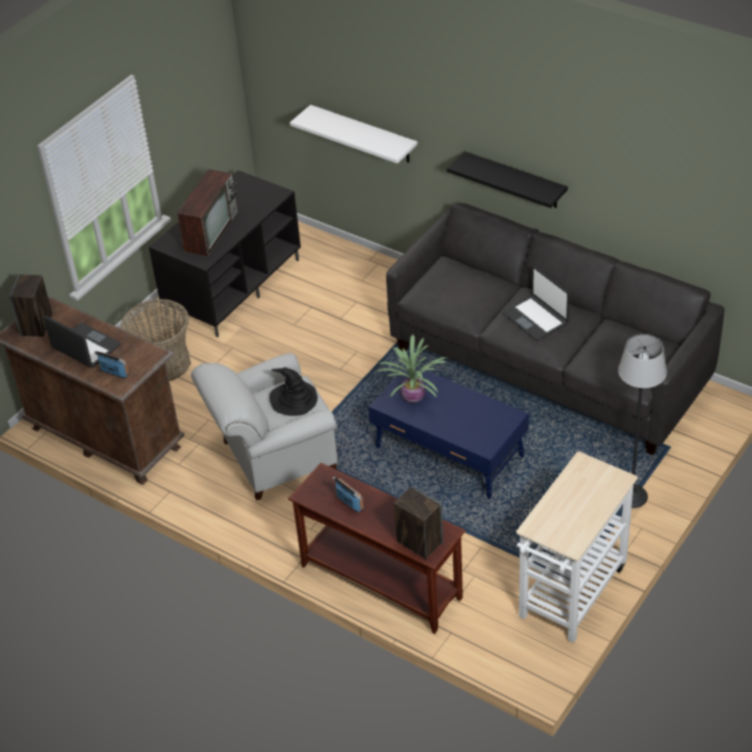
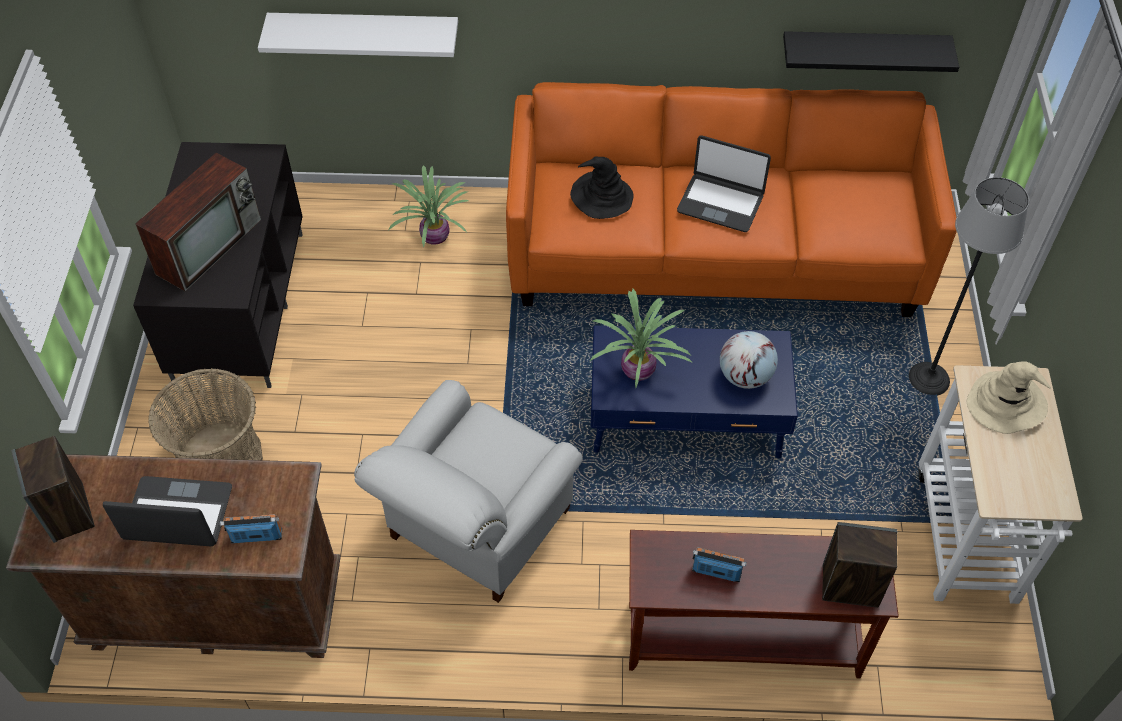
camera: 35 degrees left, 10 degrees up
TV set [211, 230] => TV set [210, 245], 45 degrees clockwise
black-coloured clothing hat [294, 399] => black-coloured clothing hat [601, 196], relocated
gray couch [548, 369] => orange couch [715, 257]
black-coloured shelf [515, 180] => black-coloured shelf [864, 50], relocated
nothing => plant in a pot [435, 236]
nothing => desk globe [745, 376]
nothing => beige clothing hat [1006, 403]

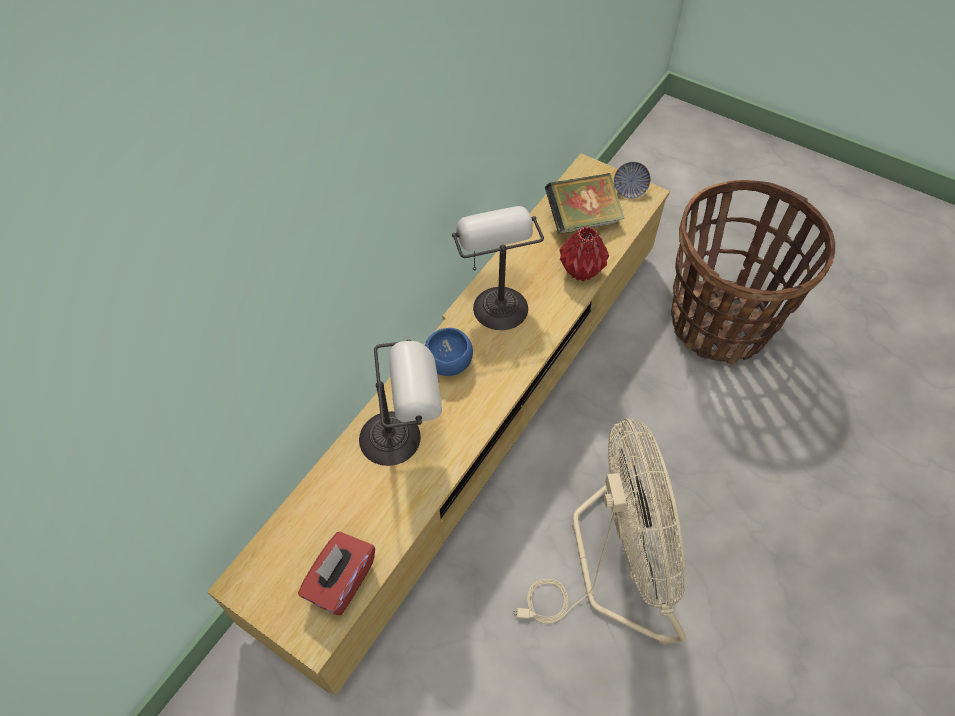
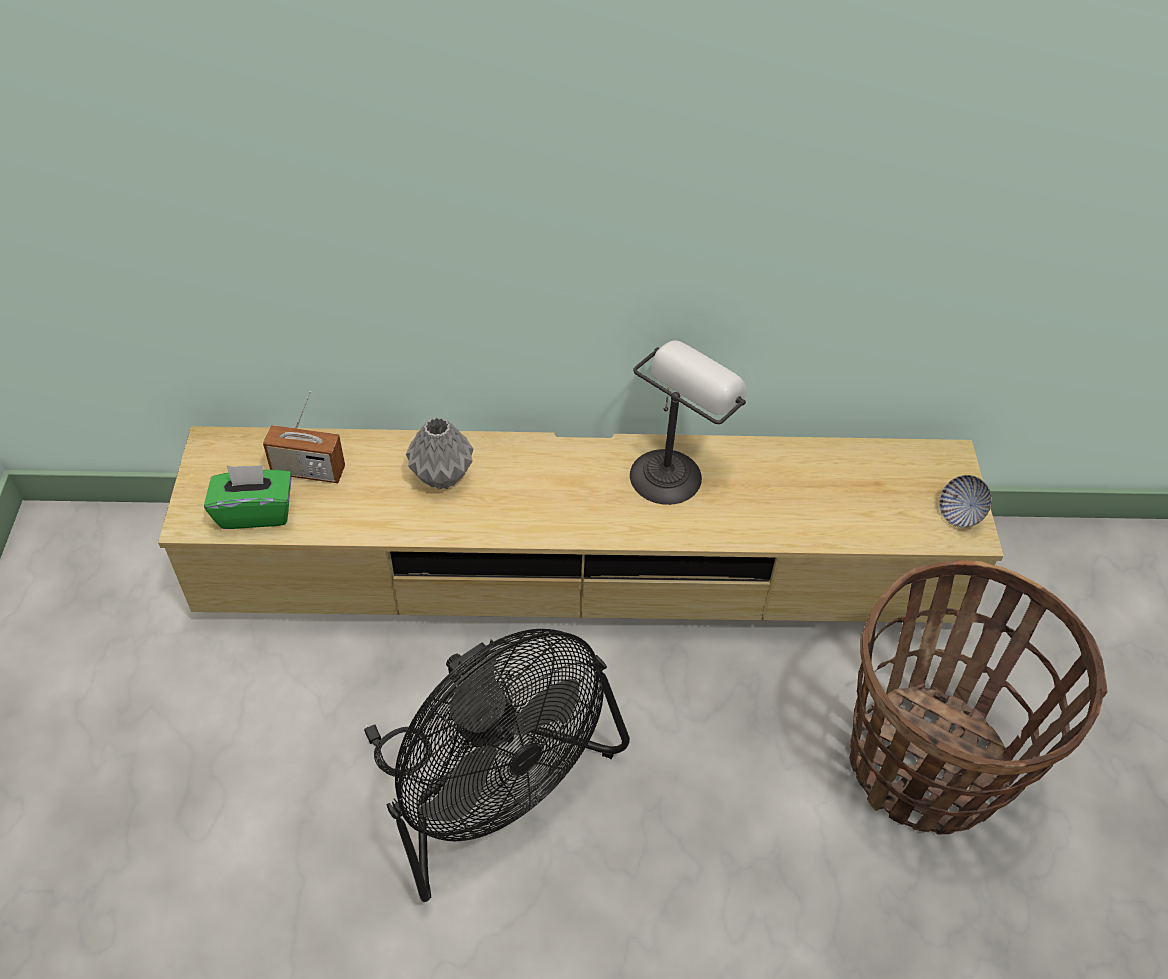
camera: 55 degrees right, 5 degrees down
red tissue box [341, 581] => green tissue box [255, 512]
lamp for a table [403, 434] => gray vase [443, 476]
bluish serving bowl [447, 363] => nothing
beige cooling fan [608, 564] => black-coloured cooling fan [485, 792]
bound book [582, 220] => nothing
red vase [580, 272] => nothing
nothing => radio [308, 471]

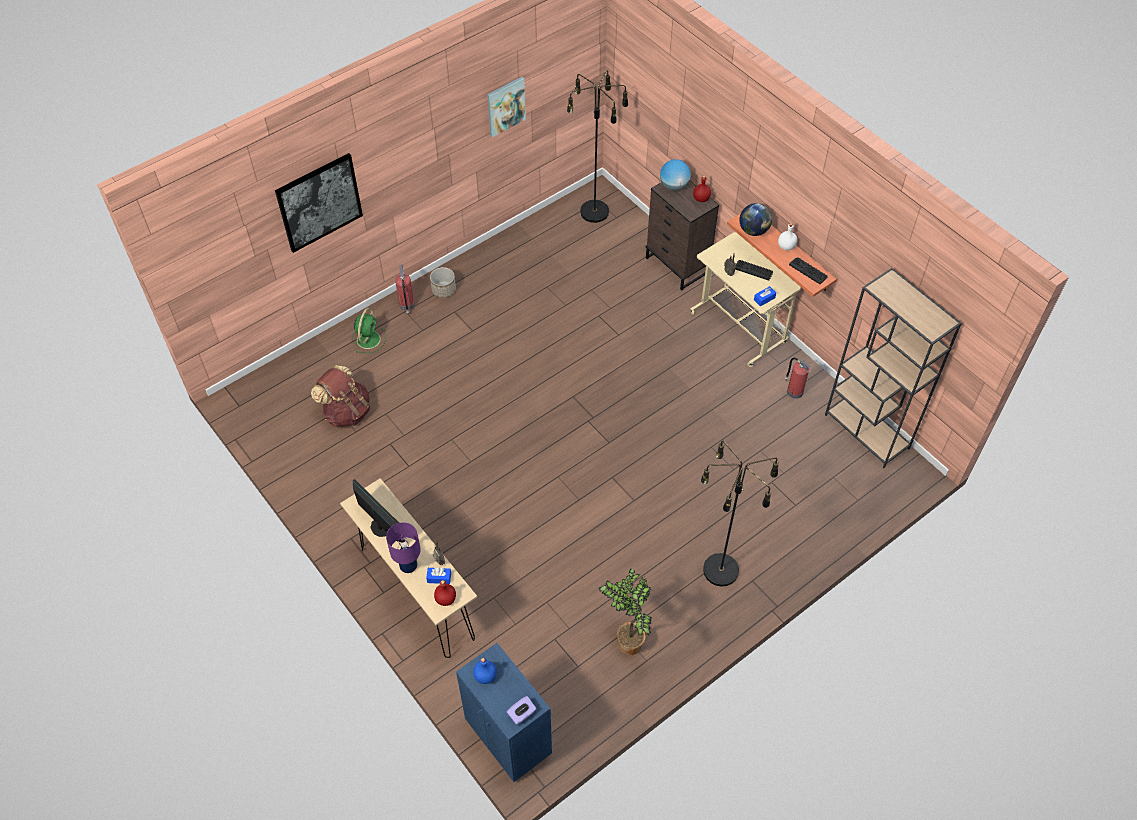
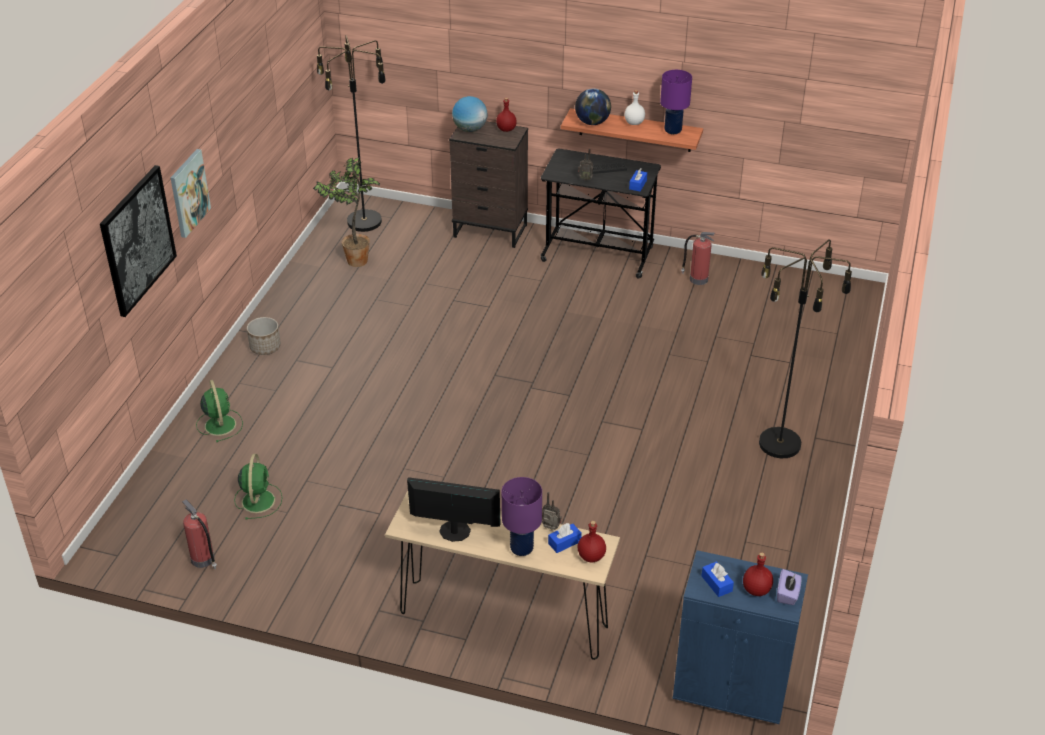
camera: 35 degrees left, 15 degrees down
brown backpack [346, 412] => green cooling fan [258, 500]
fire extinguisher [407, 305] => fire extinguisher [203, 559], relocated
bluish beverage bottle [485, 676] => bluish tissue box [716, 583]
wall art [505, 106] => wall art [189, 193], relocated
plant in a pot [627, 642] => plant in a pot [354, 260], relocated
beige desk table [738, 328] => black-coloured desk table [598, 254]
keyboard [808, 270] => purplish lamp for a table [672, 131]
shelving unit [867, 431] => nothing
nothing => red beverage bottle [756, 589]

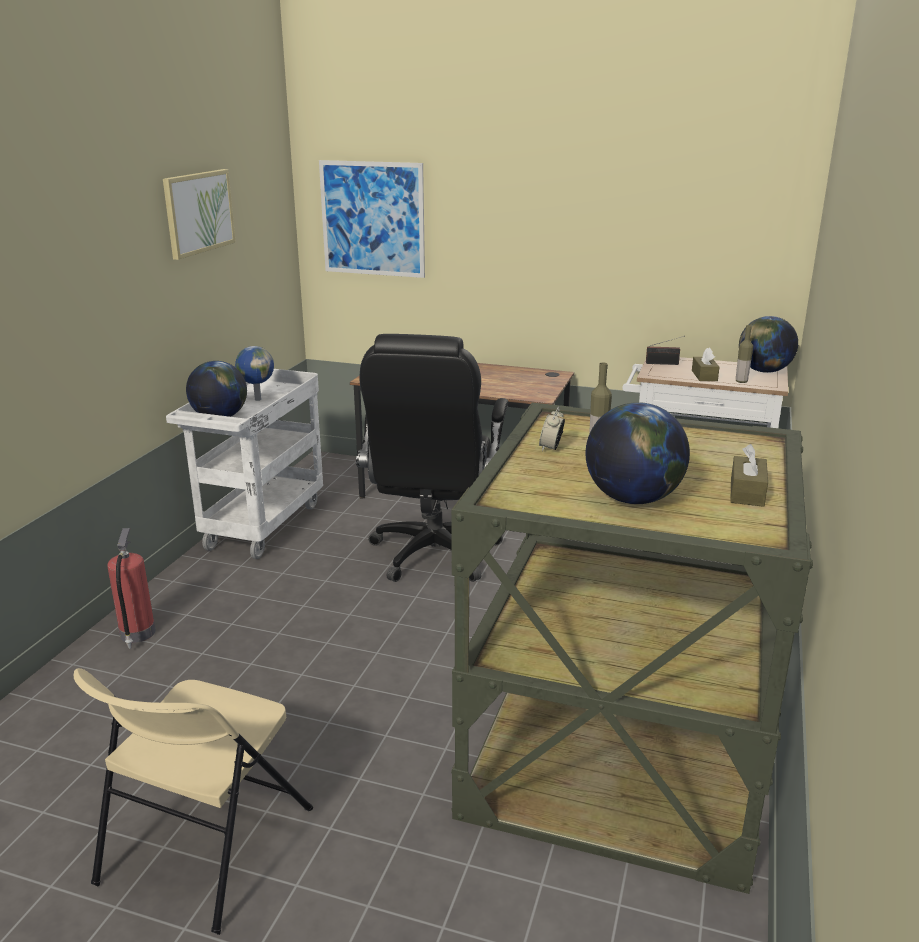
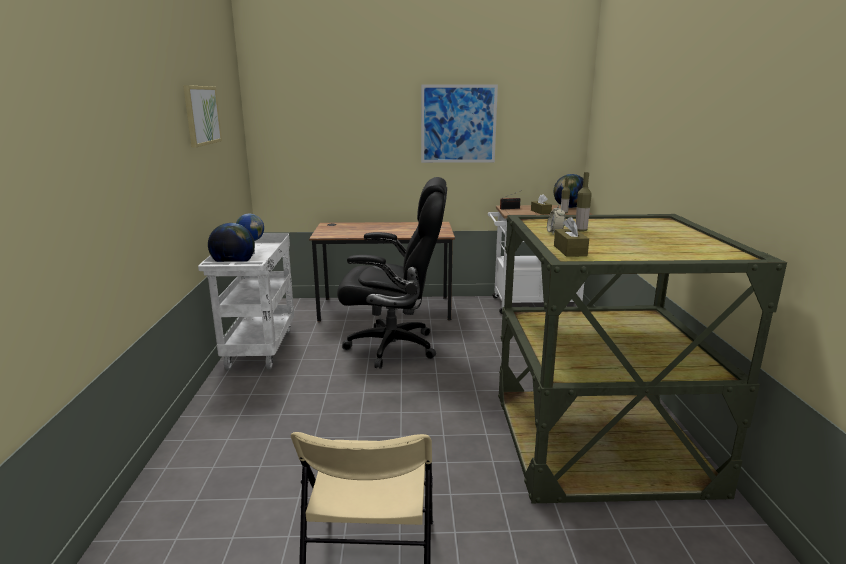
camera: 20 degrees left, 5 degrees down
fire extinguisher [137, 634] => nothing
wall art [372, 219] => wall art [458, 124], relocated
black-coloured desk chair [434, 554] => black-coloured desk chair [394, 347], 75 degrees counterclockwise
desk globe [633, 498] => nothing
brown tissue box [747, 492] => brown tissue box [570, 250], relocated

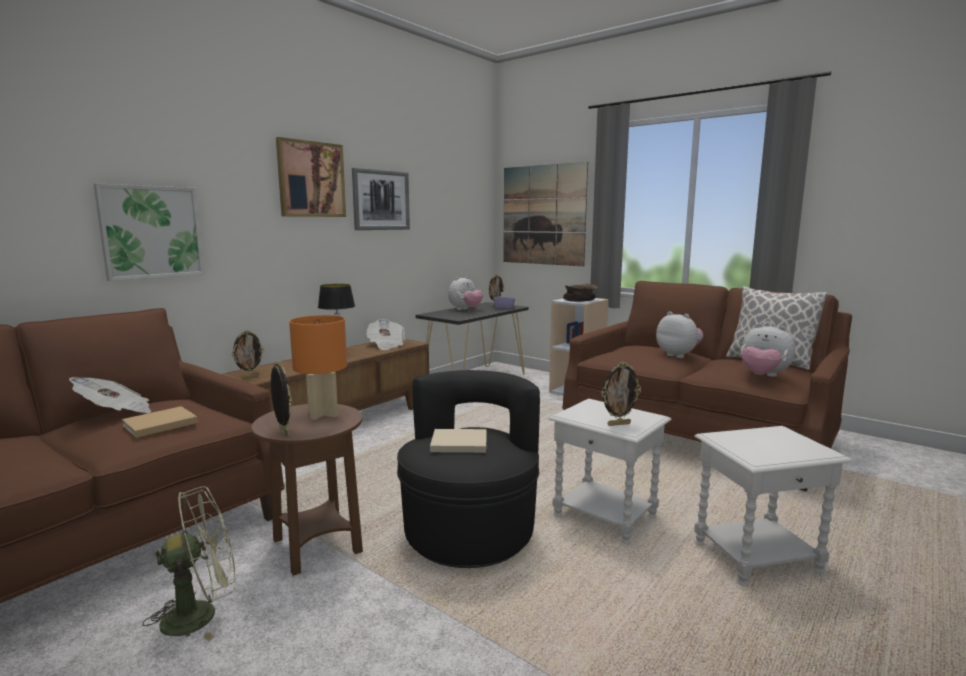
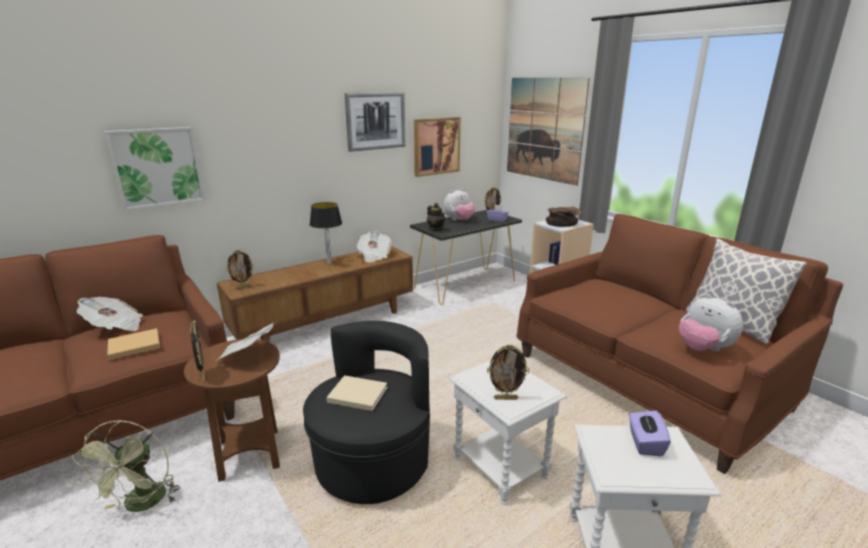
camera: 15 degrees right, 10 degrees up
green cooling fan [201, 614] => green cooling fan [142, 505], 105 degrees clockwise
wall art [311, 179] => wall art [436, 146], relocated
orange lamp for a table [322, 414] => newspaper [247, 355]
soft toy [678, 355] => nothing
nothing => tea pot [436, 229]
nothing => purplish tissue box [645, 443]

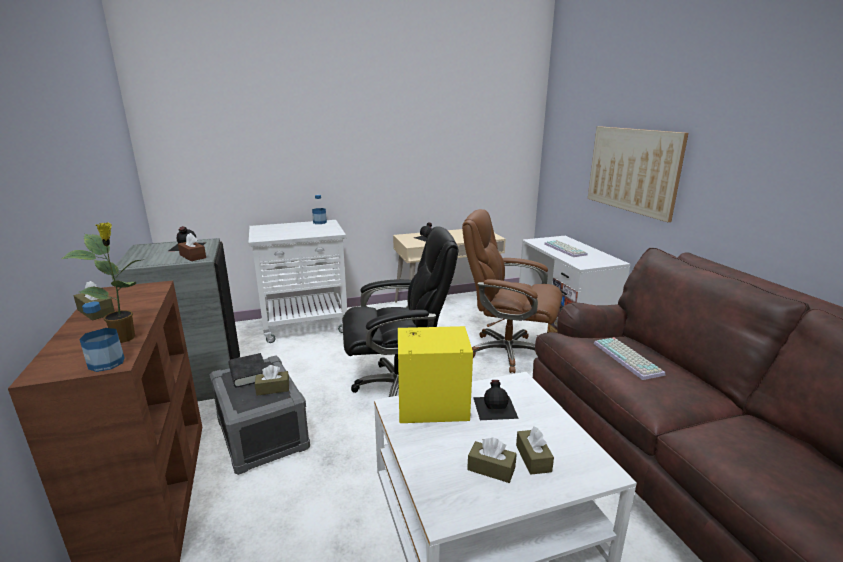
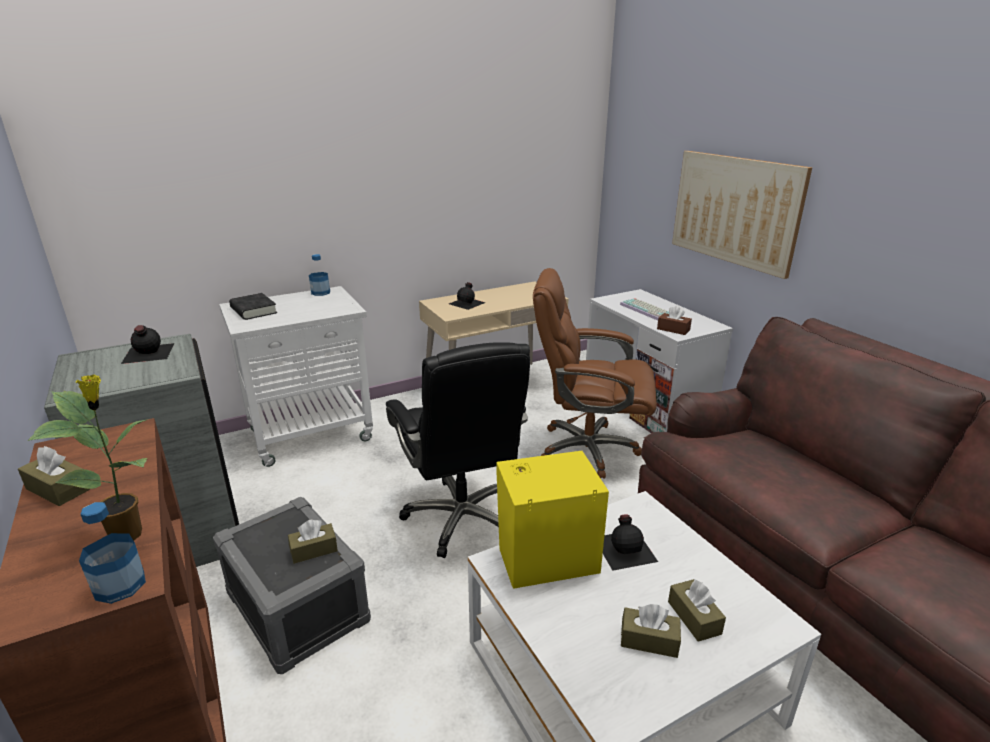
camera: 10 degrees left, 5 degrees up
brown tissue box [193, 256] => brown tissue box [673, 329], relocated
black-coloured bound book [248, 374] => black-coloured bound book [253, 310], relocated
black-coloured desk chair [396, 387] => black-coloured desk chair [461, 515], 90 degrees clockwise
keyboard [629, 358] => nothing

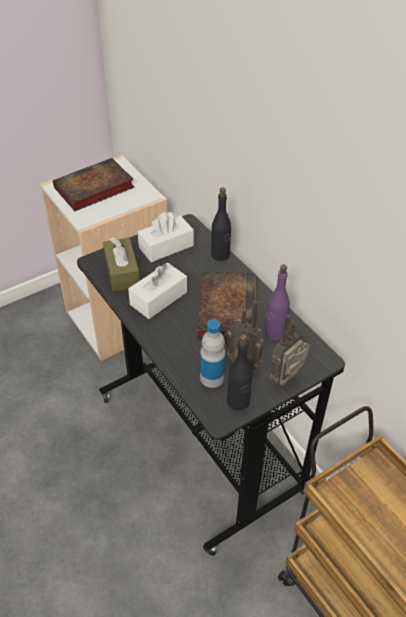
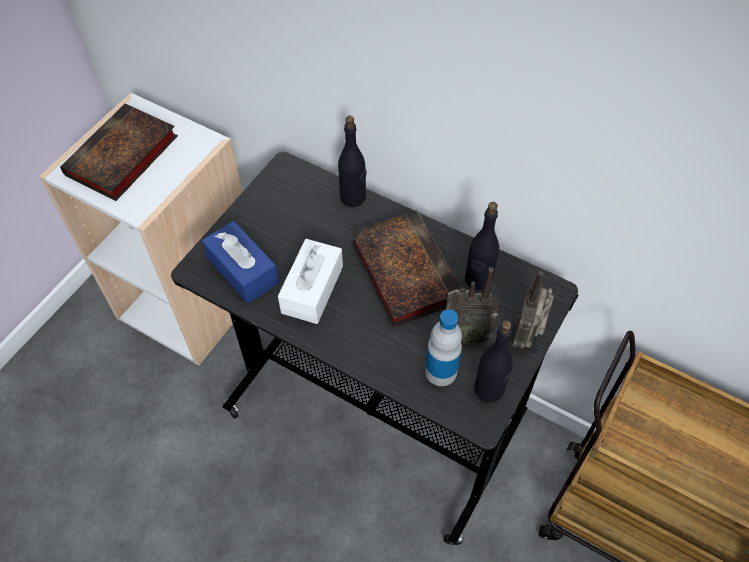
camera: 25 degrees left, 10 degrees up
brown tissue box [122, 272] => bluish tissue box [242, 270]
whitish tissue box [166, 246] => nothing
purplish beverage bottle [274, 333] => black-coloured beverage bottle [478, 280]

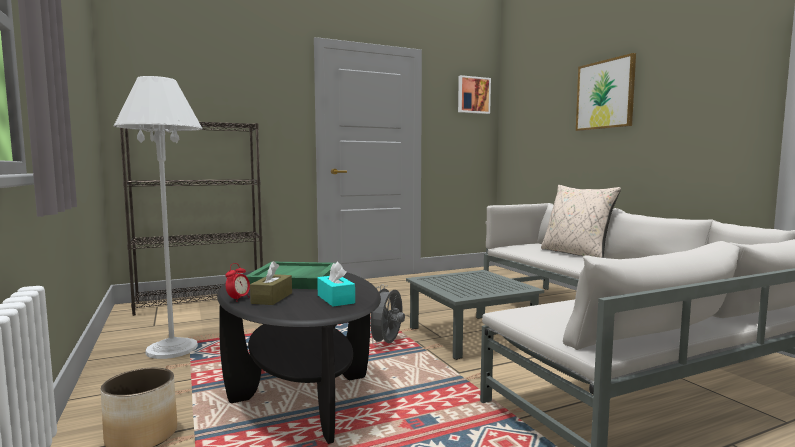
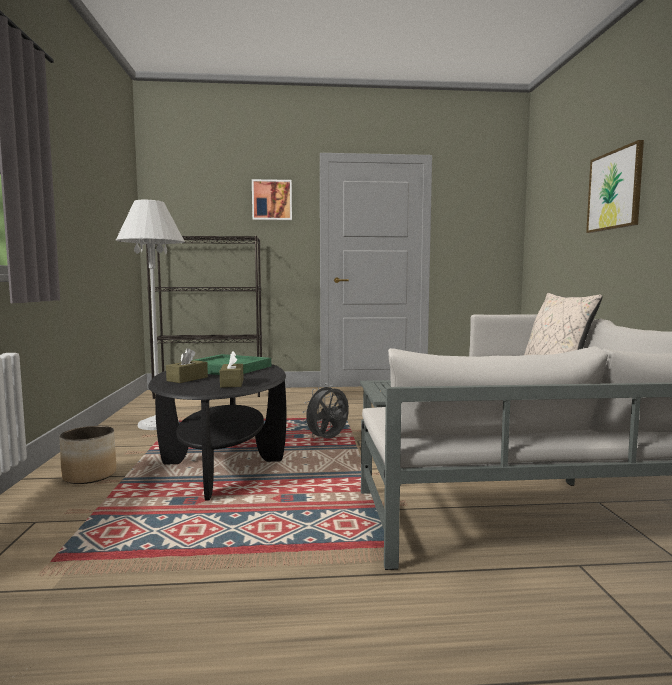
camera: 20 degrees right, 0 degrees up
table clock [238, 299] => nothing
turquoise tissue box [335, 299] => brown tissue box [232, 383]
wall art [473, 95] => wall art [272, 200], relocated

